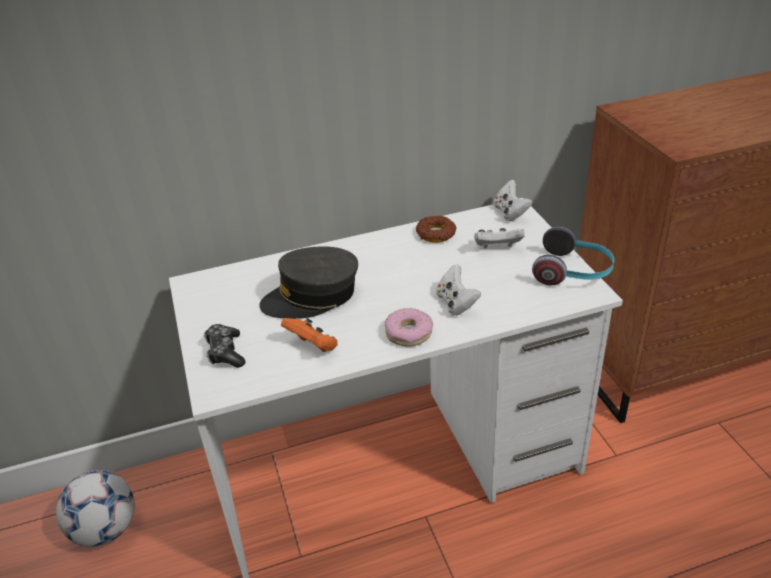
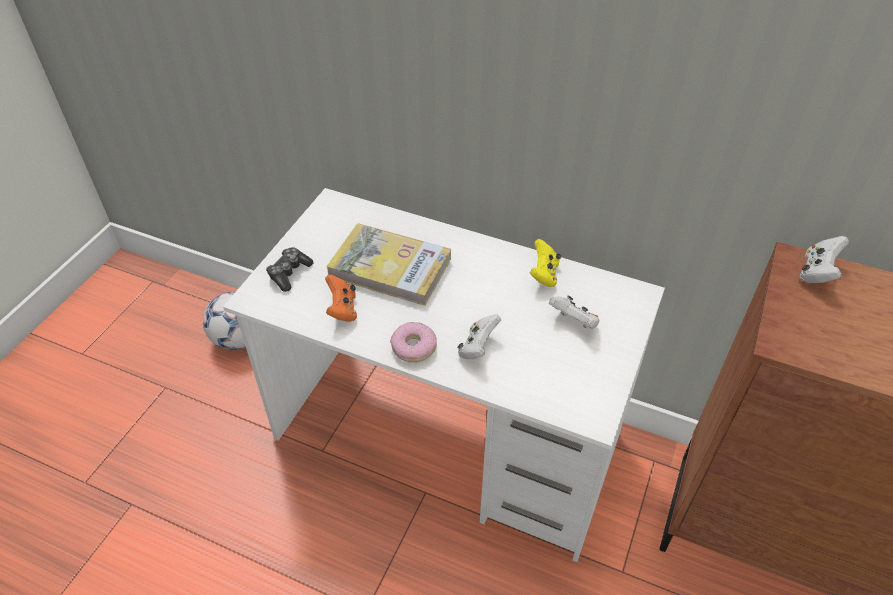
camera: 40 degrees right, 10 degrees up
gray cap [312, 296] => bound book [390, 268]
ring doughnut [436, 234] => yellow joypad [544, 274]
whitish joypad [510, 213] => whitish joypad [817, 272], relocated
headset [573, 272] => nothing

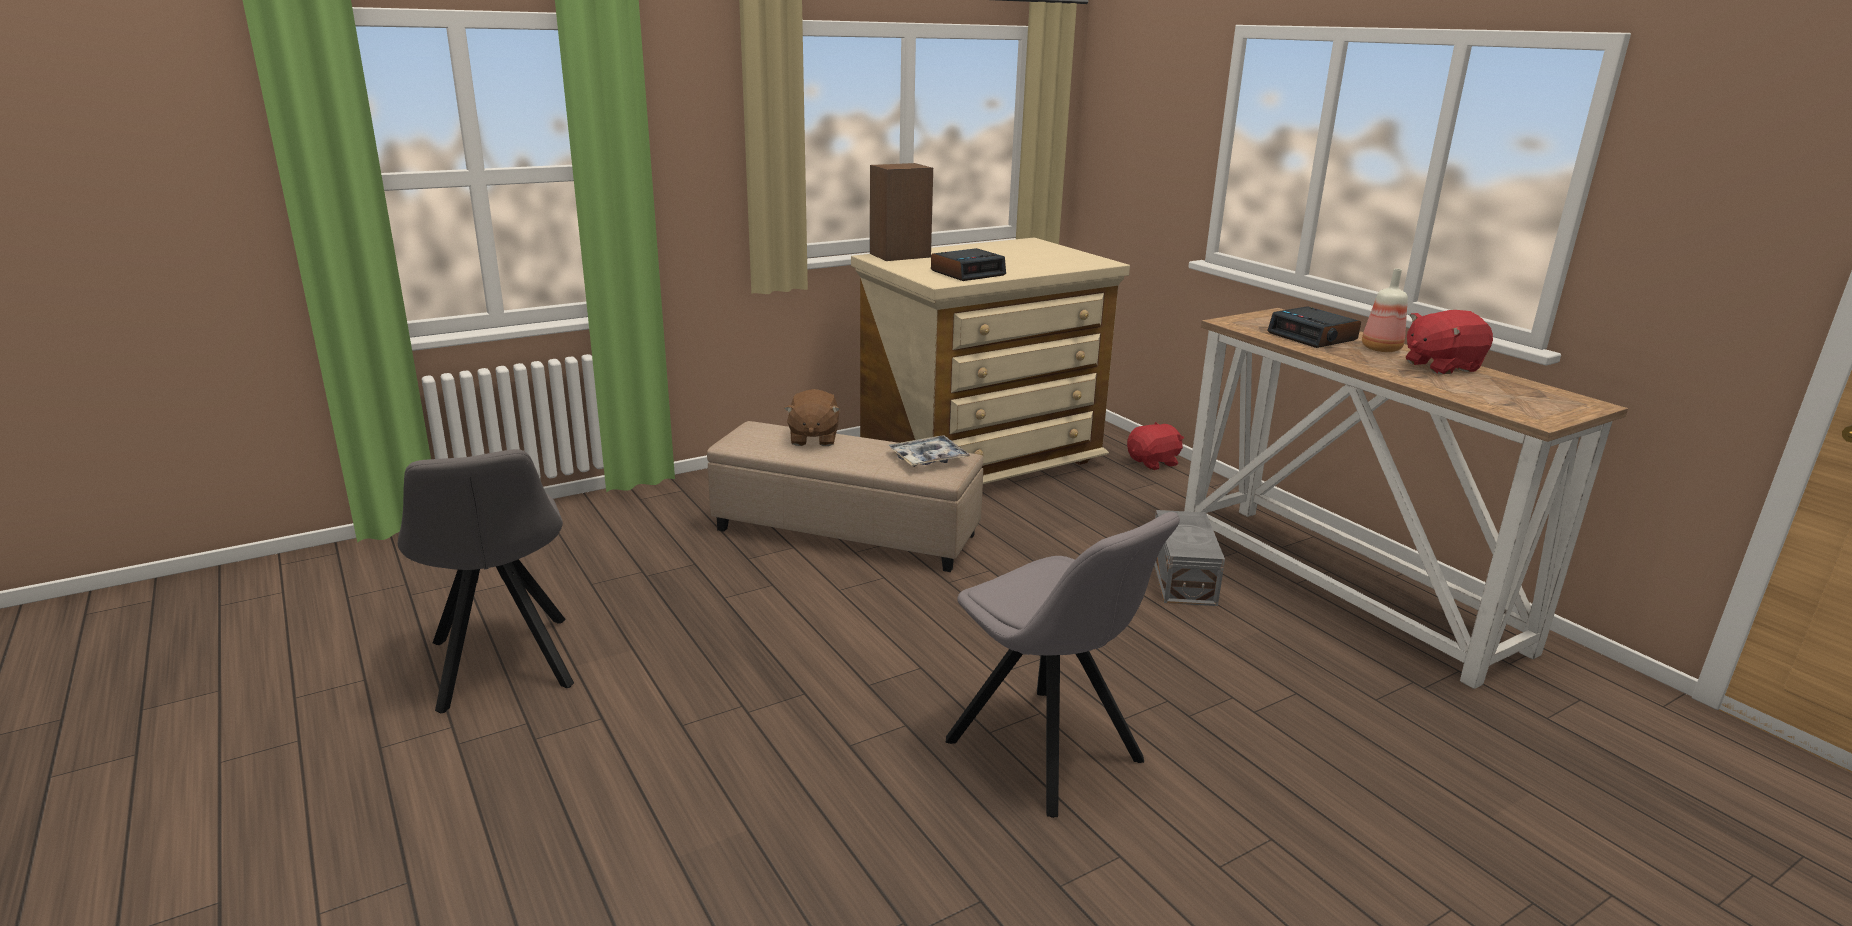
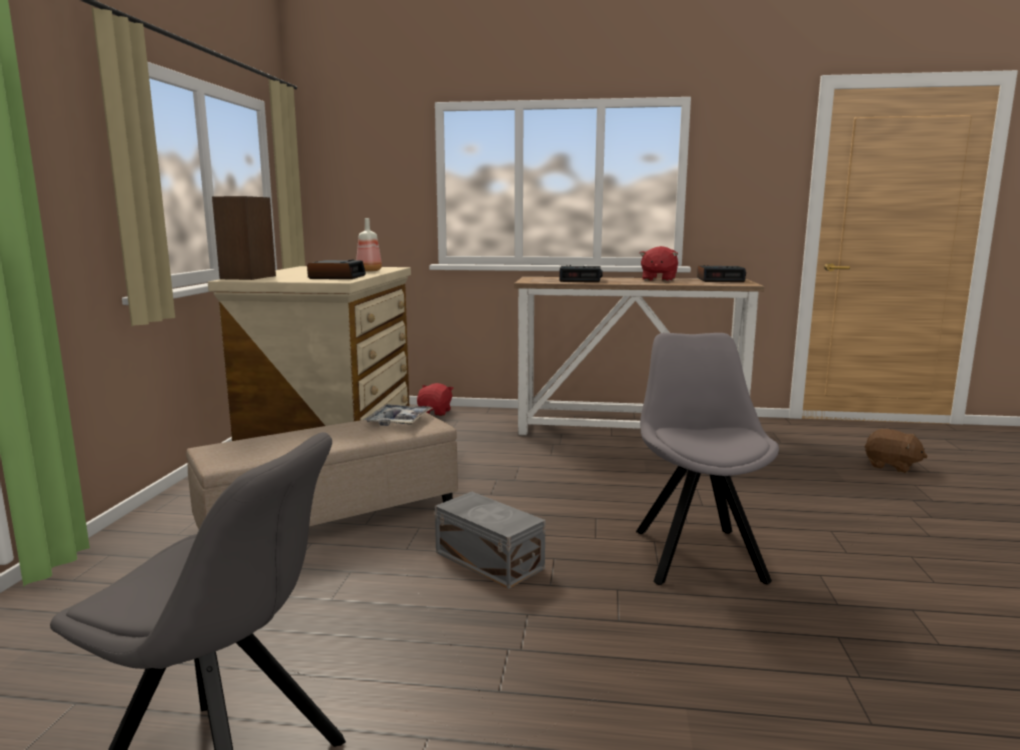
camera: 50 degrees left, 10 degrees down
brown soft toy [813, 438] => brown soft toy [891, 466], relocated
gray plain chair [1046, 750] => gray plain chair [696, 555], 90 degrees counterclockwise
gray storage box [1184, 577] => gray storage box [489, 559], relocated
beverage bottle [1380, 349] => beverage bottle [369, 271], relocated
nothing => table clock [720, 280]

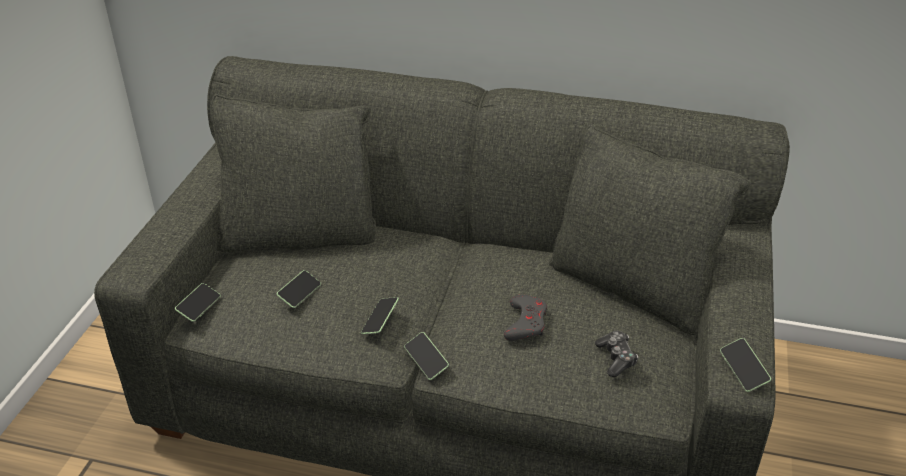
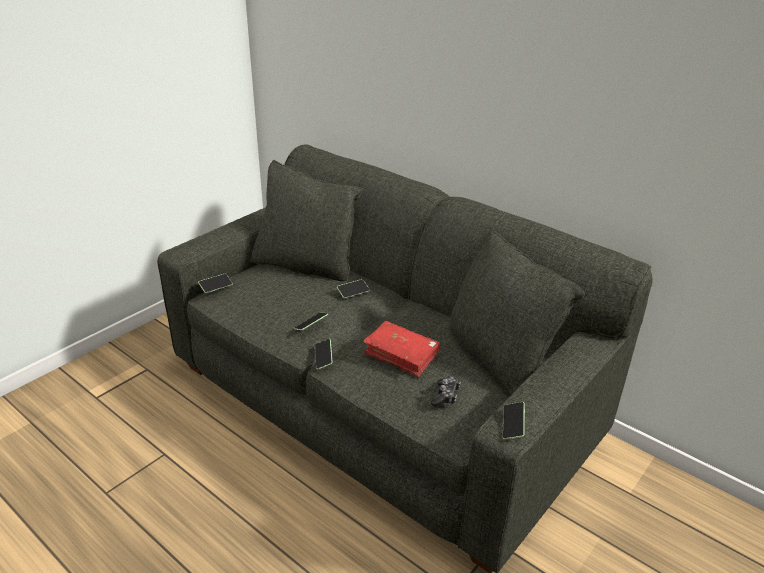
camera: 25 degrees right, 5 degrees down
handset [300, 294] => handset [353, 292], relocated
gray joypad [525, 322] => red bound book [401, 354]

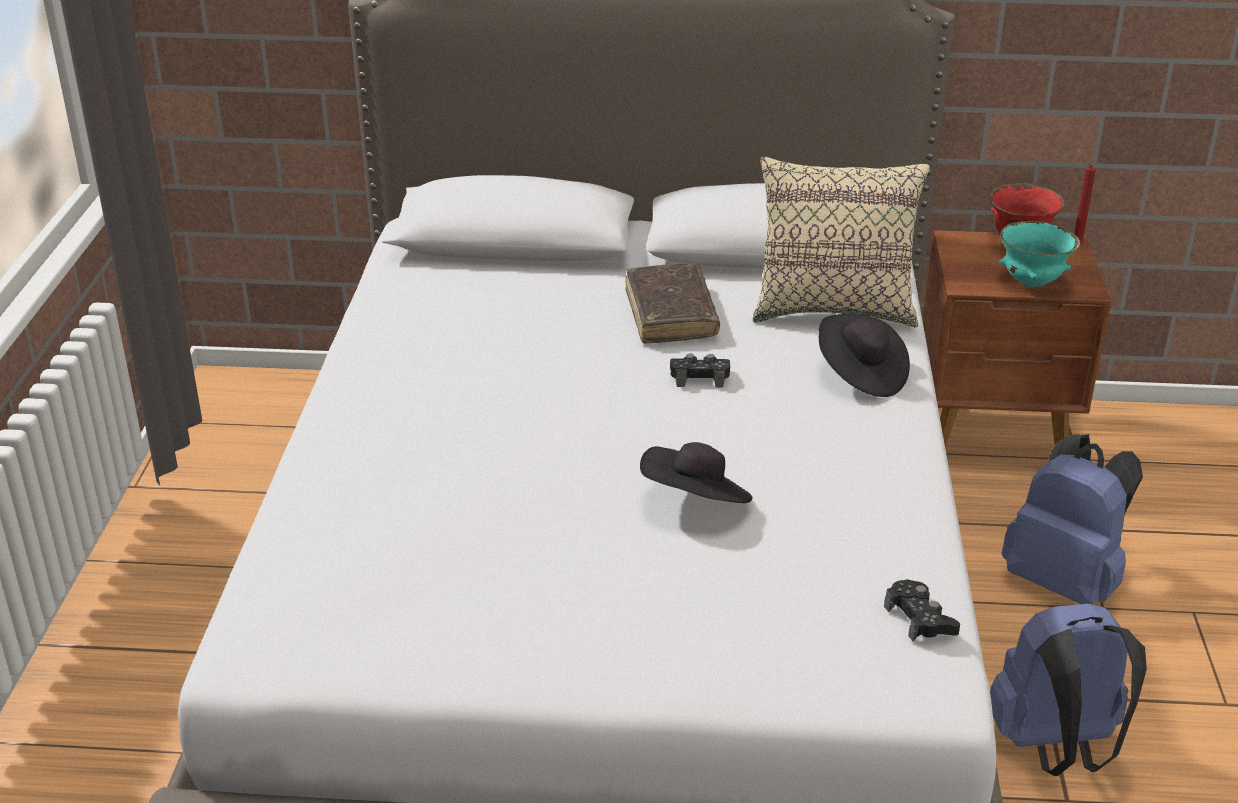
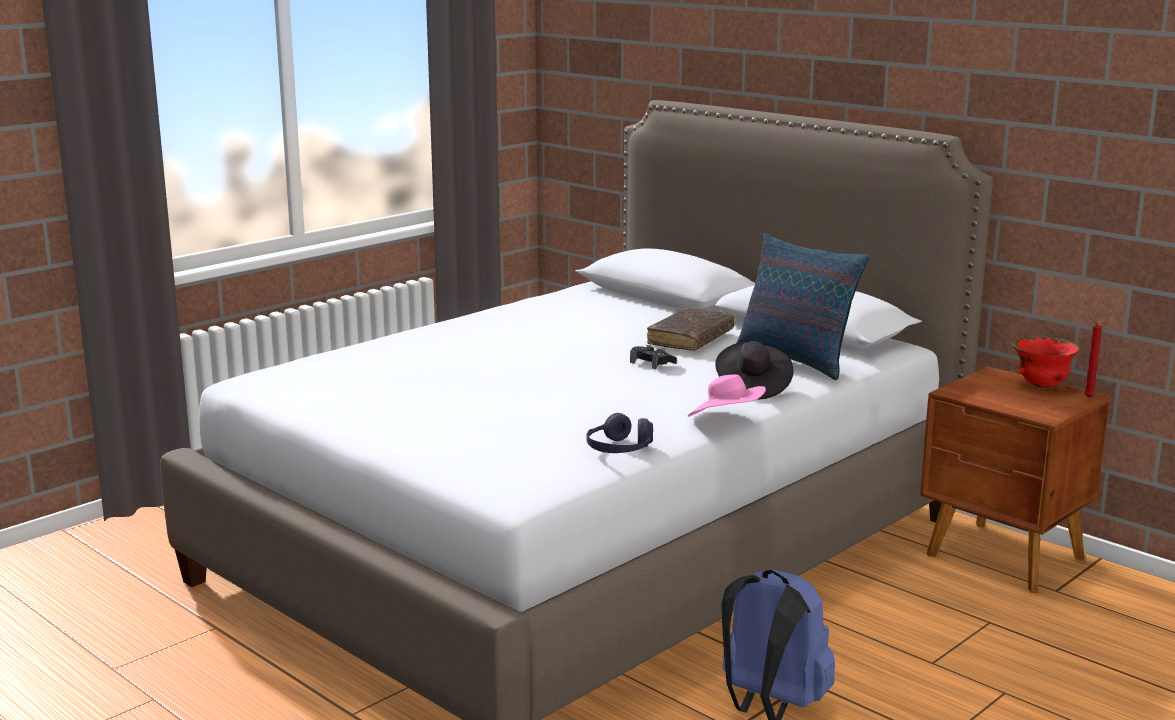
camera: 40 degrees right, 15 degrees down
black-coloured clothing hat [696, 502] => nothing
beige cushion [834, 312] => bluish cushion [795, 362]
black-coloured joypad [920, 619] => nothing
turquoise serving bowl [1031, 283] => nothing
bluish backpack [1064, 581] => nothing
nothing => purplish headset [619, 449]
nothing => pink-coloured clothing hat [726, 421]

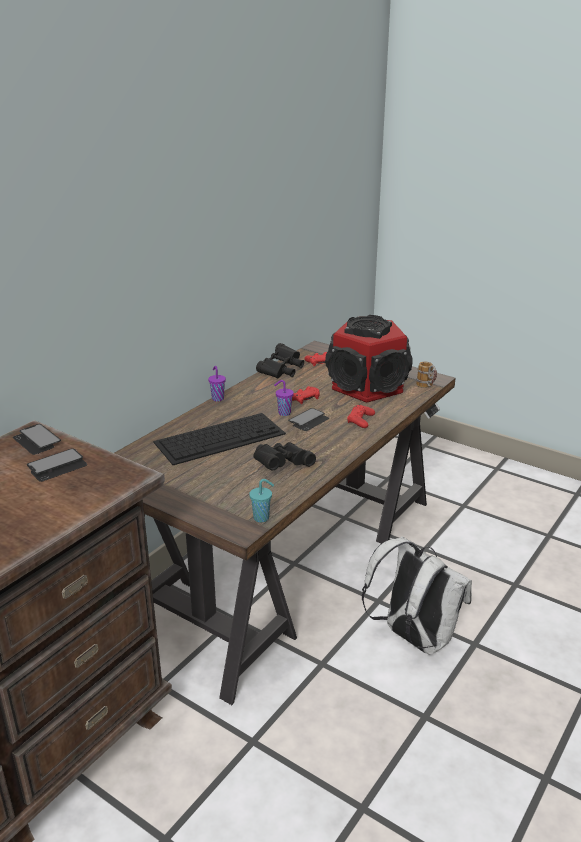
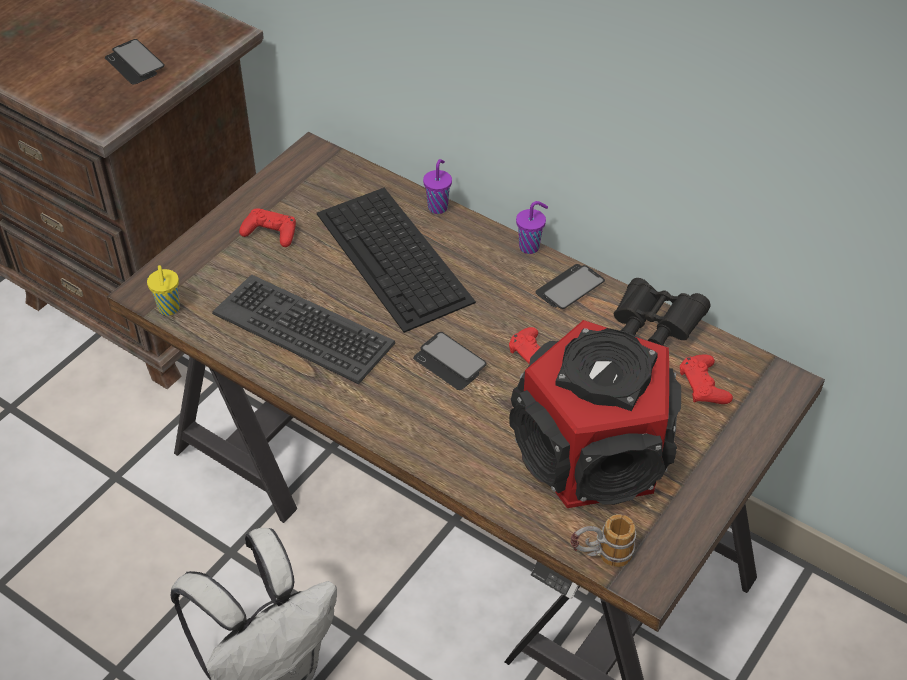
camera: 90 degrees right, 20 degrees up
handset [37, 441] => handset [569, 288], relocated
turquoise drinking cup [262, 518] => yellow drinking cup [169, 309]
black-coloured pair of binoculars [281, 465] => keyboard [304, 328]
purplish drinking cup [283, 413] => purplish drinking cup [438, 206], relocated
red joypad [360, 420] => red joypad [270, 232], relocated

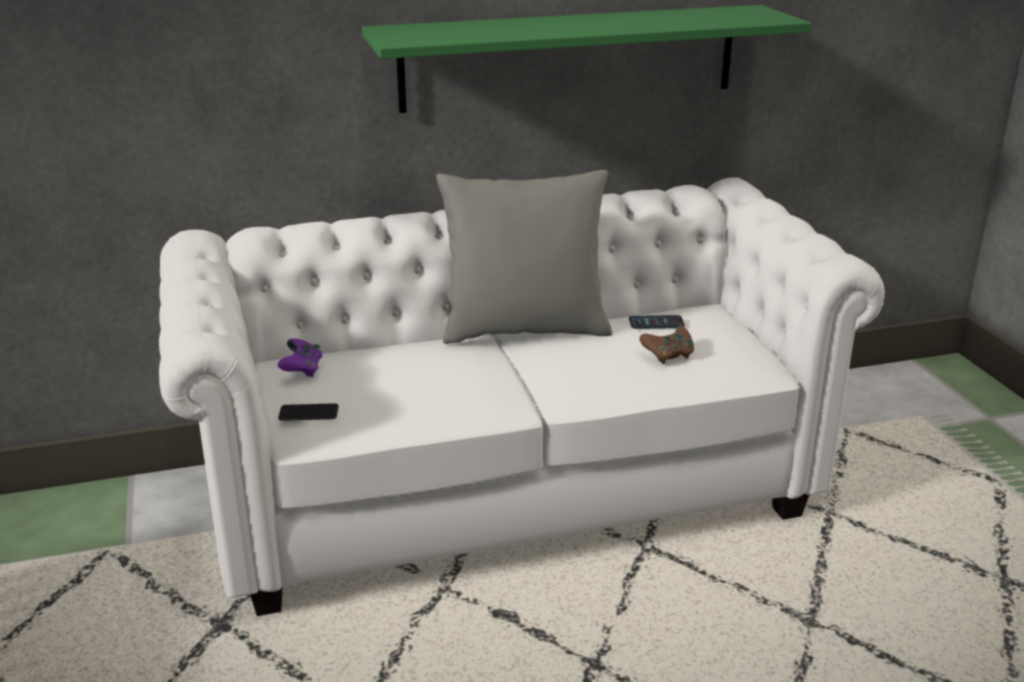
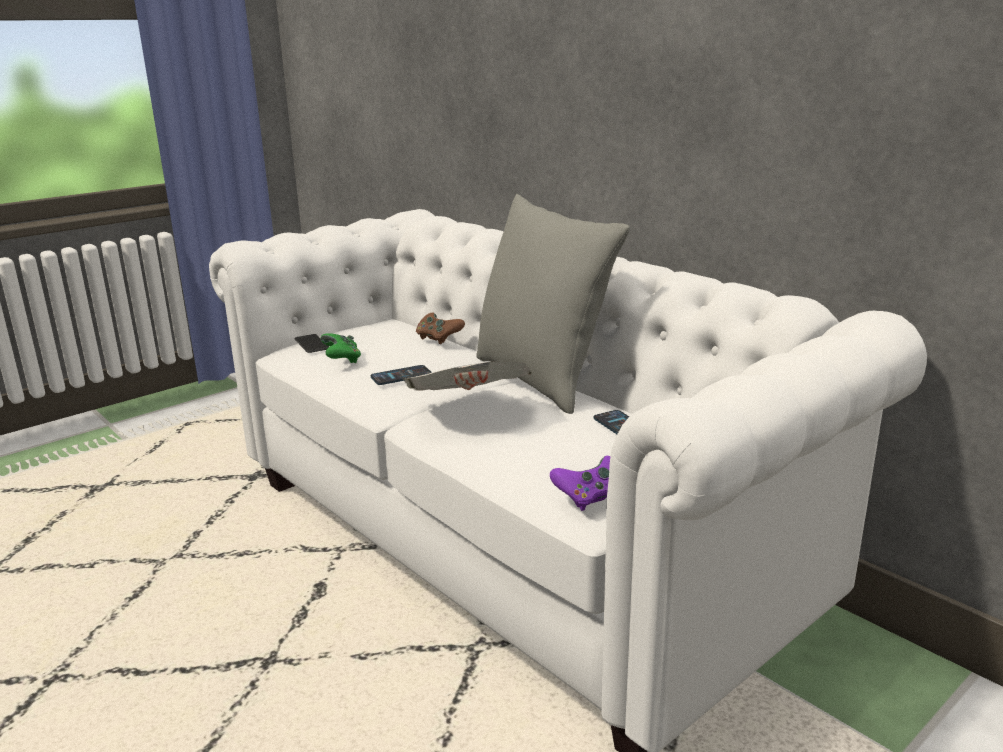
camera: 65 degrees right, 5 degrees down
purplish joypad [302, 370] => purplish joypad [590, 498], relocated
green shelf [570, 58] => nothing
brown joypad [668, 356] => brown joypad [438, 338], relocated
nothing => green joypad [342, 360]
nothing => handset [401, 376]
nothing => newspaper [468, 410]

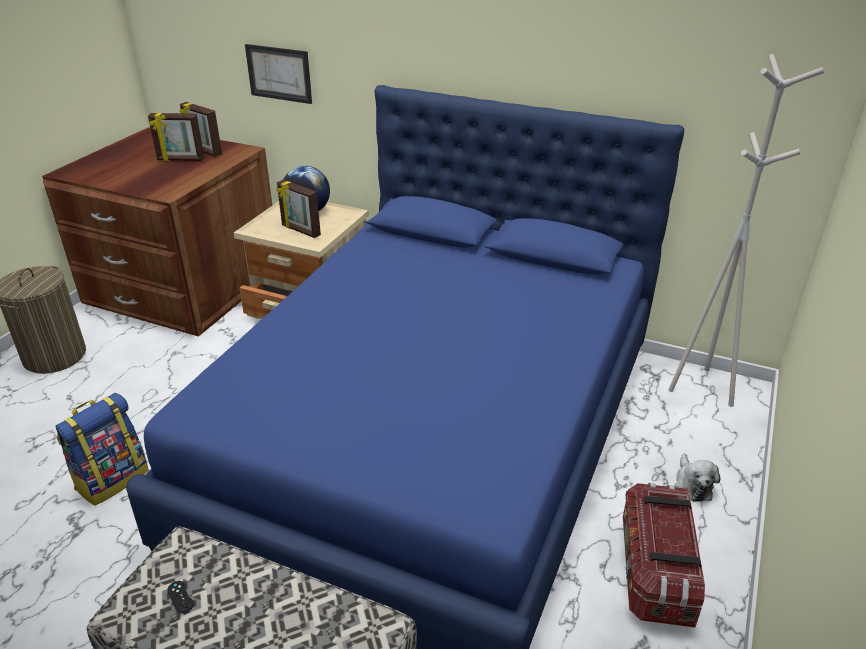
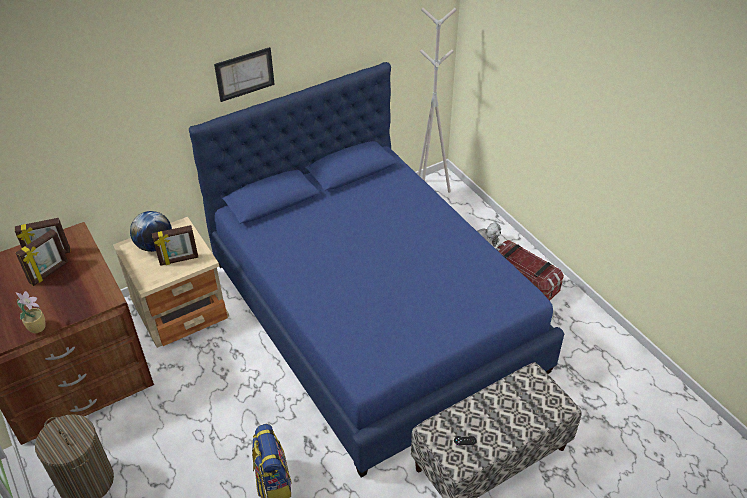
camera: 55 degrees left, 10 degrees up
wall art [279, 73] => wall art [244, 74], relocated
nothing => plant in a pot [37, 327]

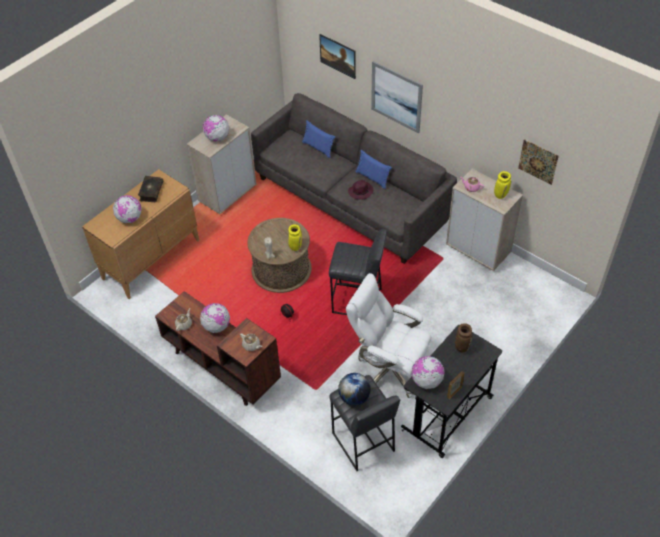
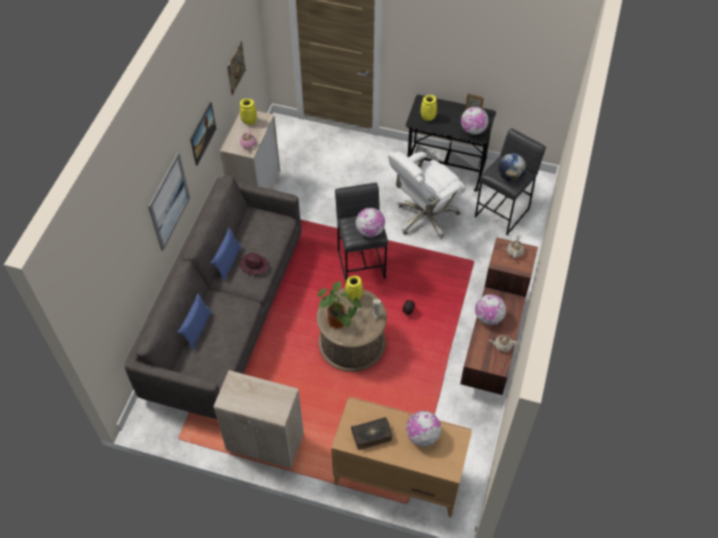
camera: 115 degrees left, 5 degrees up
desk globe [217, 138] => desk globe [370, 231], relocated
wall art [338, 63] => wall art [204, 140], relocated
whitish desk chair [388, 369] => whitish desk chair [424, 217], 45 degrees clockwise
brown vase [461, 347] => yellow vase [427, 118]
nothing => plant in a pot [339, 322]

